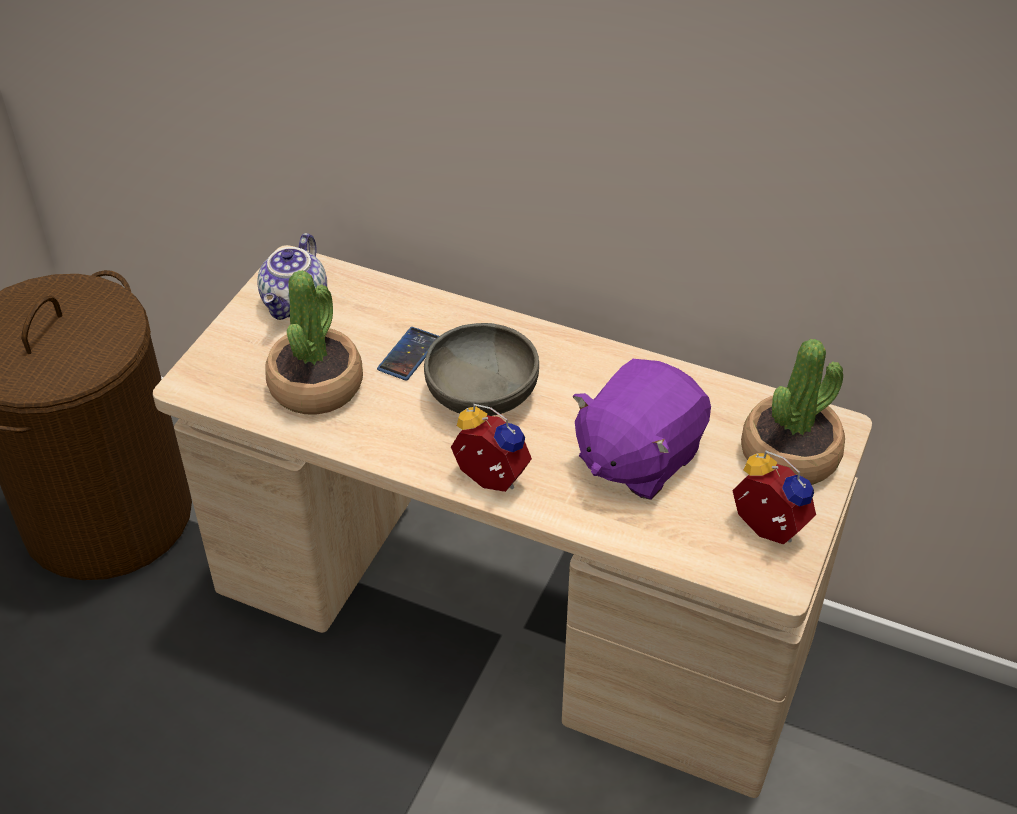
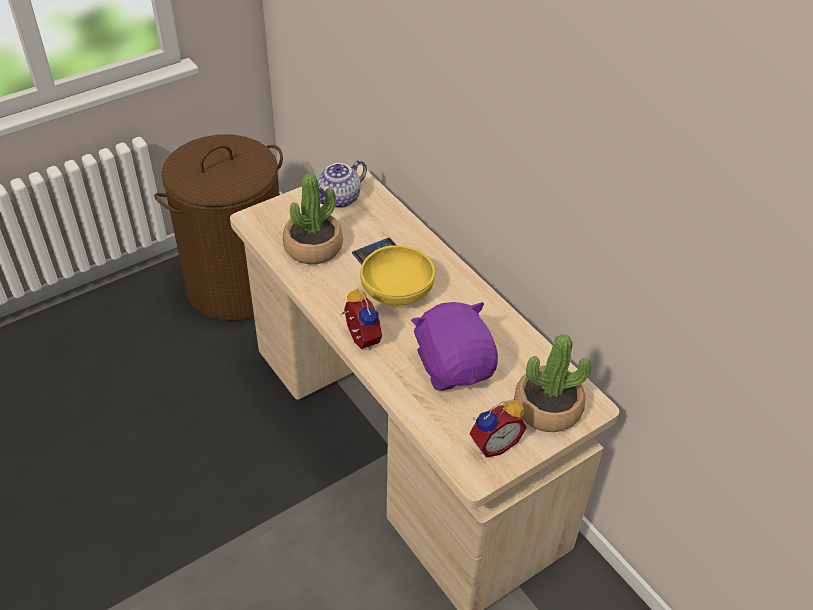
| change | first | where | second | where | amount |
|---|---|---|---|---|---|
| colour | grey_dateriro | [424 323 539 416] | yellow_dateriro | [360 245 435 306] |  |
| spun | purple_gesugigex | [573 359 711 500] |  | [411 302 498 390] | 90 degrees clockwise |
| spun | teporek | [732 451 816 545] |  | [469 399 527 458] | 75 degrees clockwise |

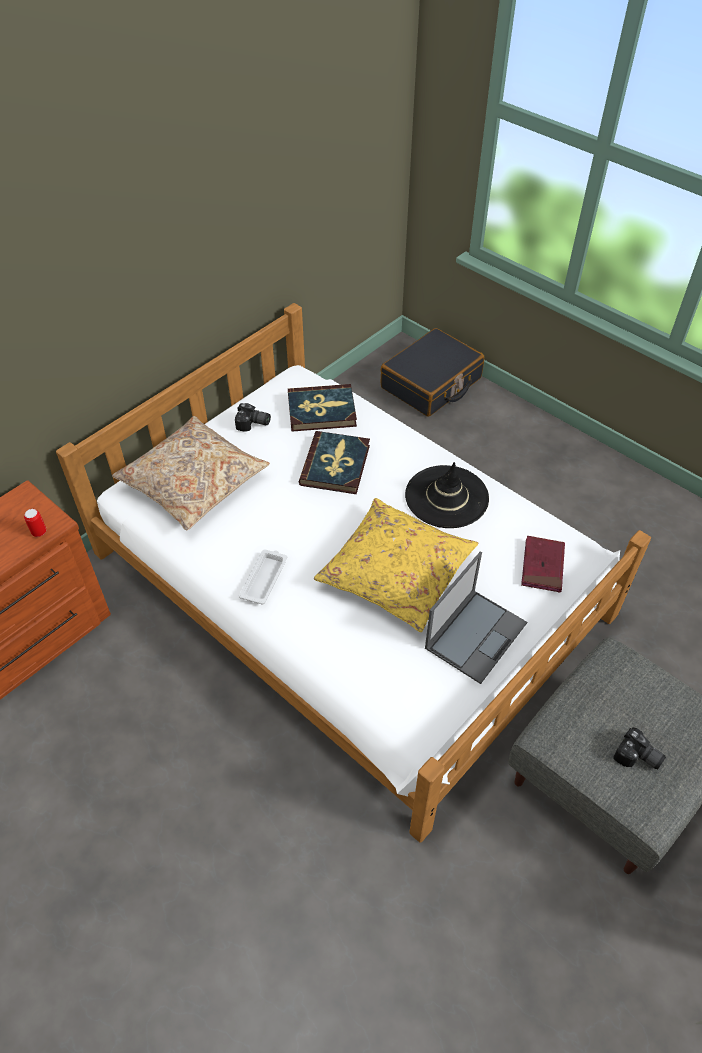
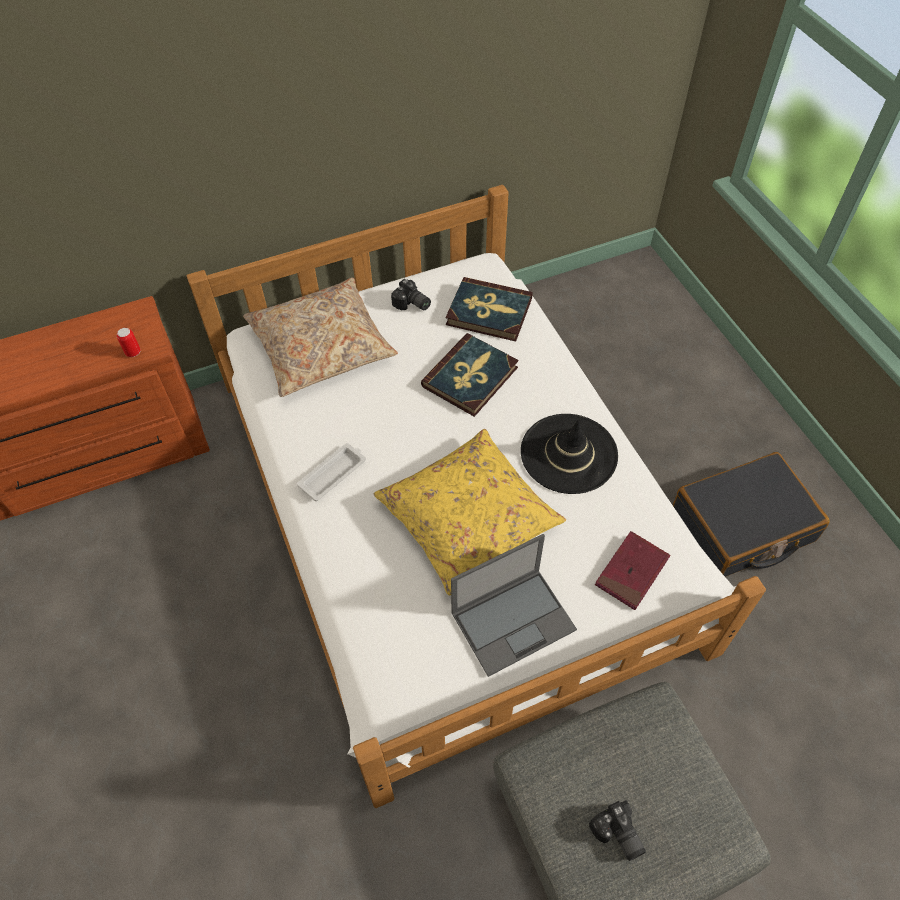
| change | first | where | second | where | amount |
|---|---|---|---|---|---|
| relocated | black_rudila | [380 328 484 417] |  | [673 452 830 577] |  |

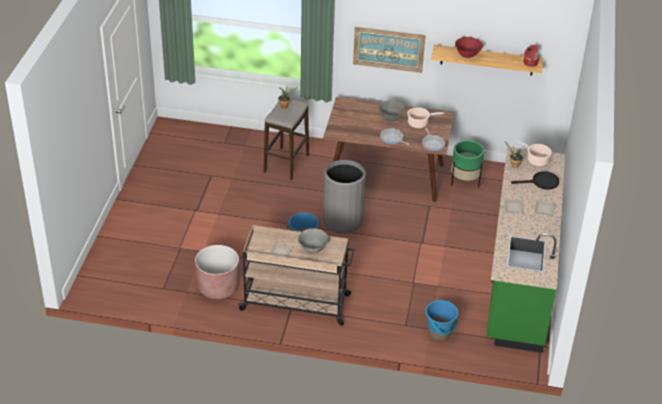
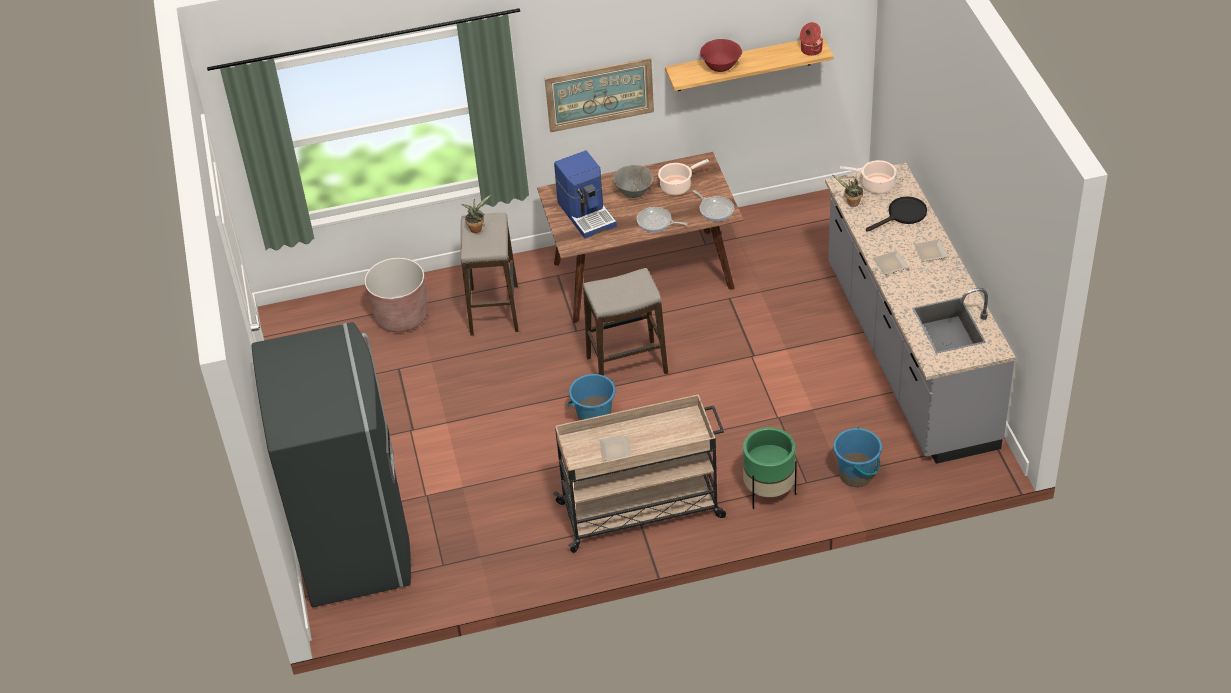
| change | first | where | second | where | amount |
|---|---|---|---|---|---|
| relocated | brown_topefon | [195 245 239 299] |  | [364 258 428 332] |  |
| missing | grey_dateriro | [298 228 329 253] |  |  |  |
| exchanged | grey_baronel | [323 160 366 234] | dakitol | [583 268 668 376] |  |
| relocated | green_topefon | [451 140 484 187] |  | [743 427 797 509] |  |
| colour | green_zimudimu | [486 147 565 353] | grey_zimudimu | [825 163 1016 464] |  |
| appeared |  |  | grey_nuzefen | [252 322 411 607] |  |
| appeared |  |  | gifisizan | [554 151 617 238] |  |

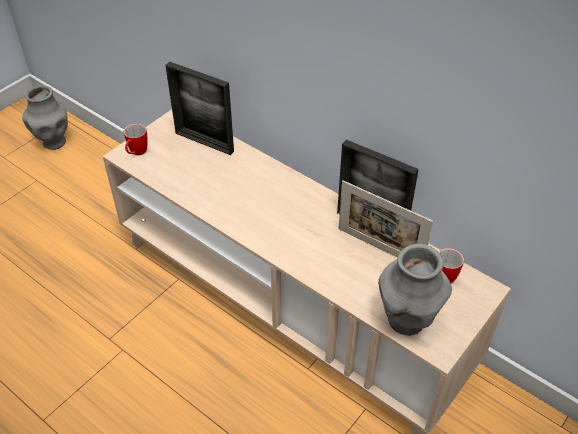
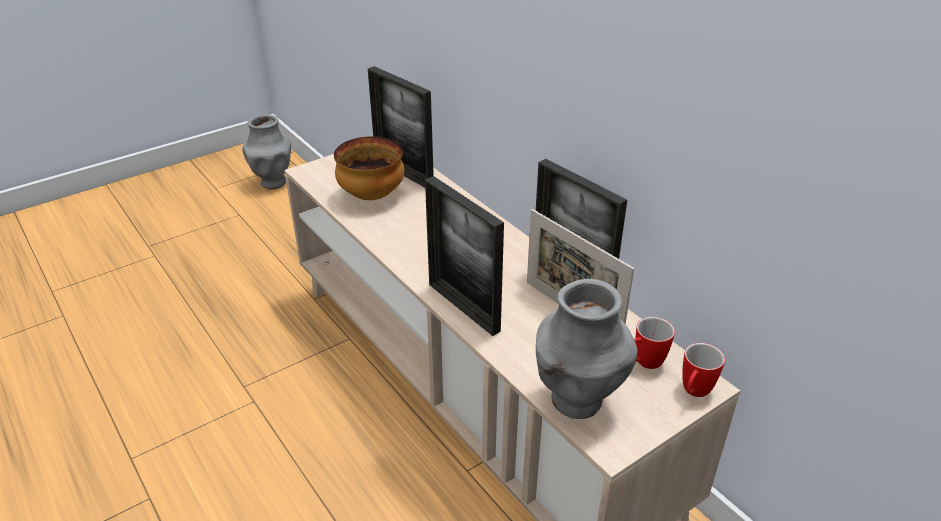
| change | first | where | second | where | amount |
|---|---|---|---|---|---|
| relocated | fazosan | [124 124 148 155] |  | [682 343 725 397] |  |
| appeared |  |  | dateriro | [334 136 404 200] |  |
| appeared |  |  | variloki | [425 176 504 336] |  |

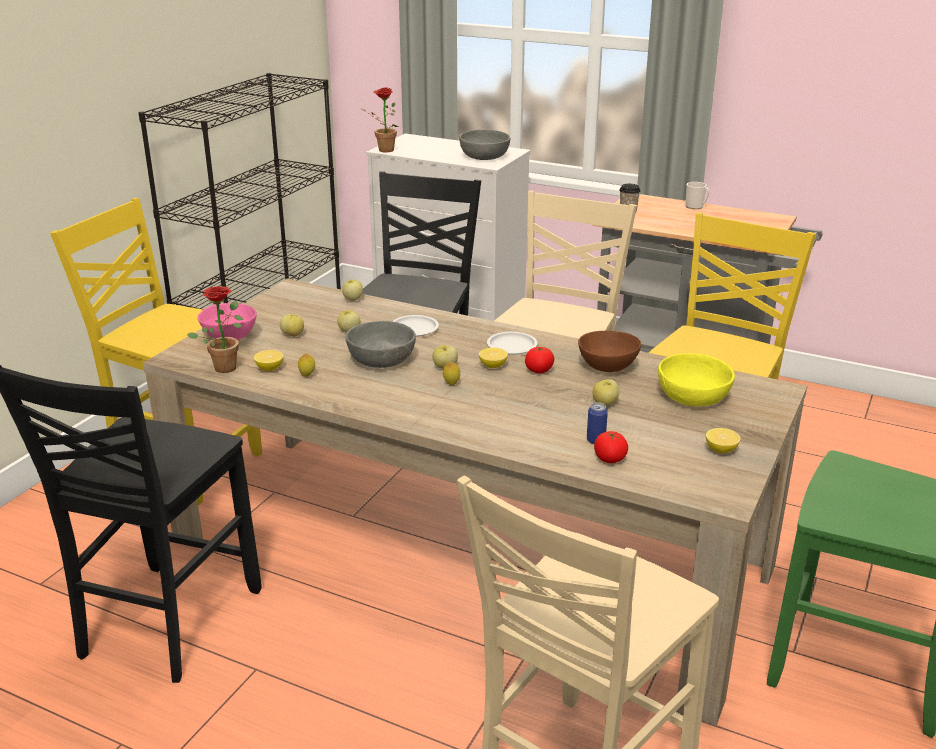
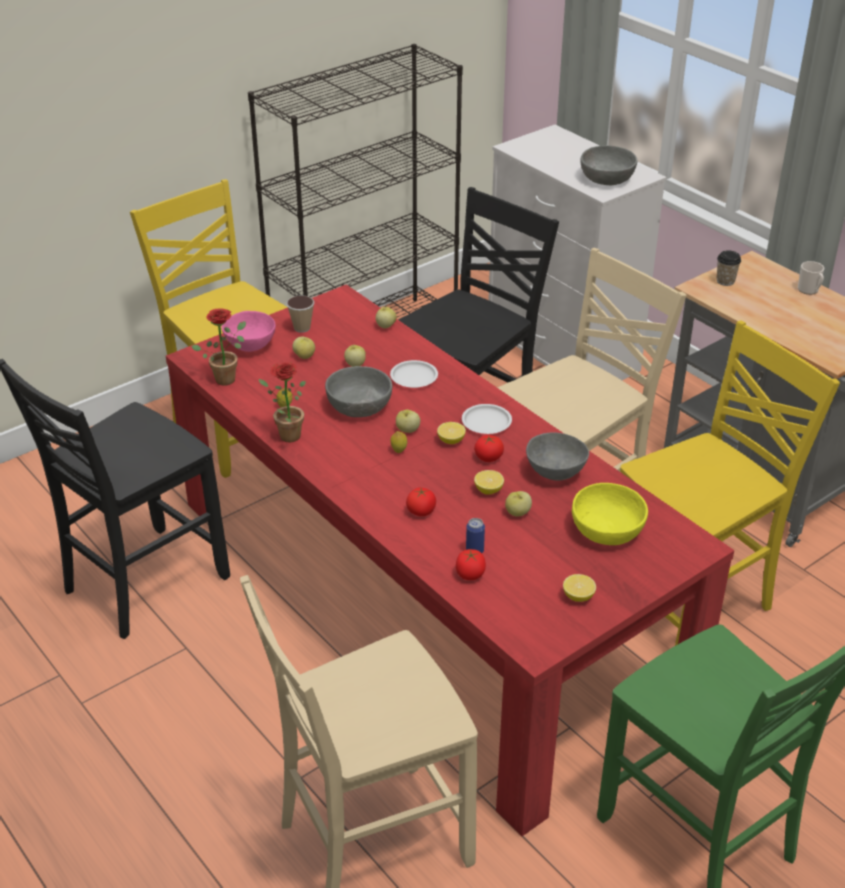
| change | first | where | second | where | amount |
|---|---|---|---|---|---|
| colour | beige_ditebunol | [143 278 807 726] | red_ditebunol | [166 284 734 836] |  |
| relocated | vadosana | [254 350 284 371] |  | [474 470 504 495] |  |
| relocated | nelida | [360 87 398 152] |  | [259 362 306 443] |  |
| colour | brown_dateriro | [578 331 641 372] | grey_dateriro | [526 433 589 481] |  |
| appeared |  |  | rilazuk | [287 295 314 333] |  |
| appeared |  |  | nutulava | [406 488 436 516] |  |

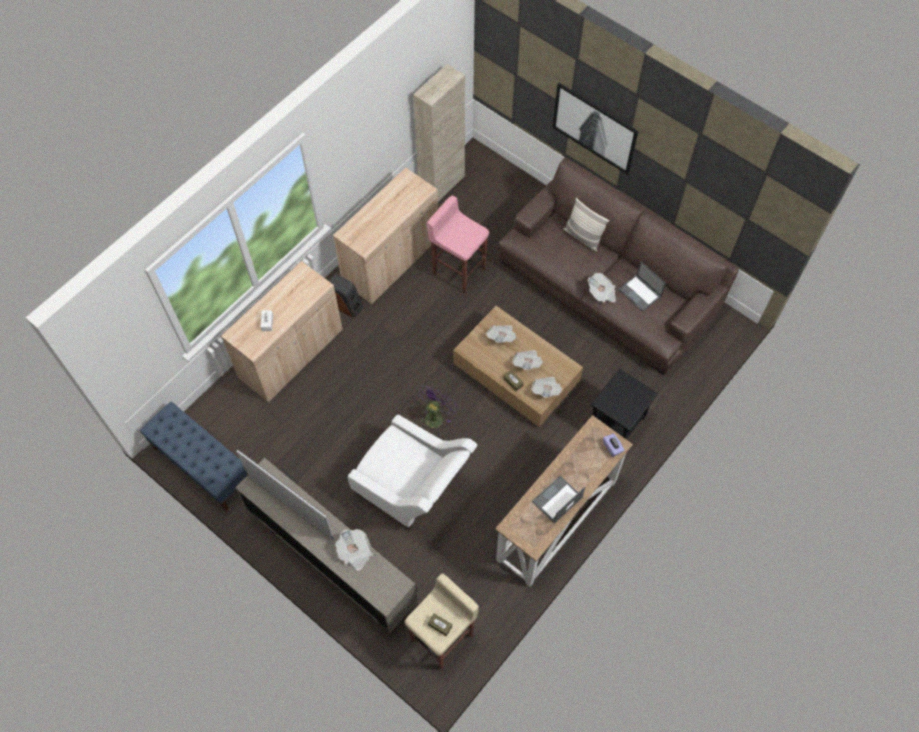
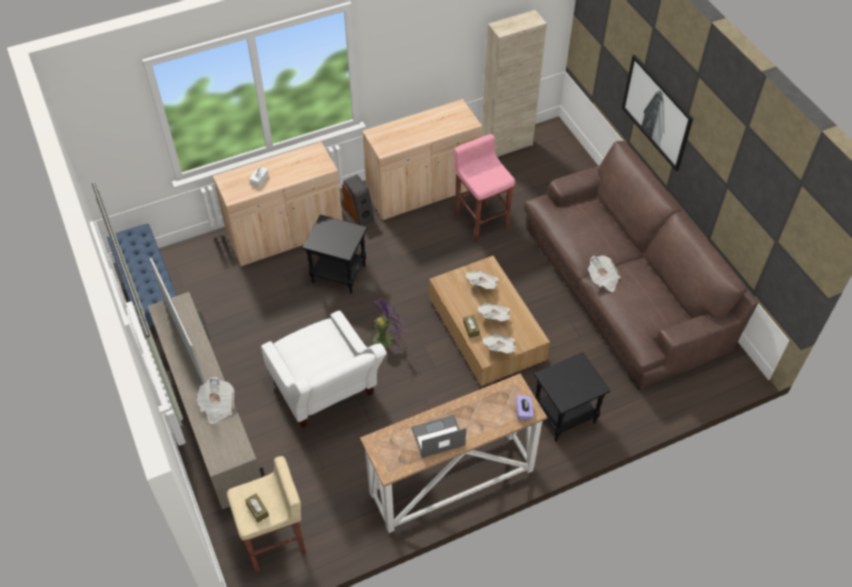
| change | first | where | second | where | amount |
|---|---|---|---|---|---|
| missing | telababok | [563 198 609 252] |  |  |  |
| missing | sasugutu | [618 261 666 312] |  |  |  |
| appeared |  |  | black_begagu | [302 215 368 294] |  |

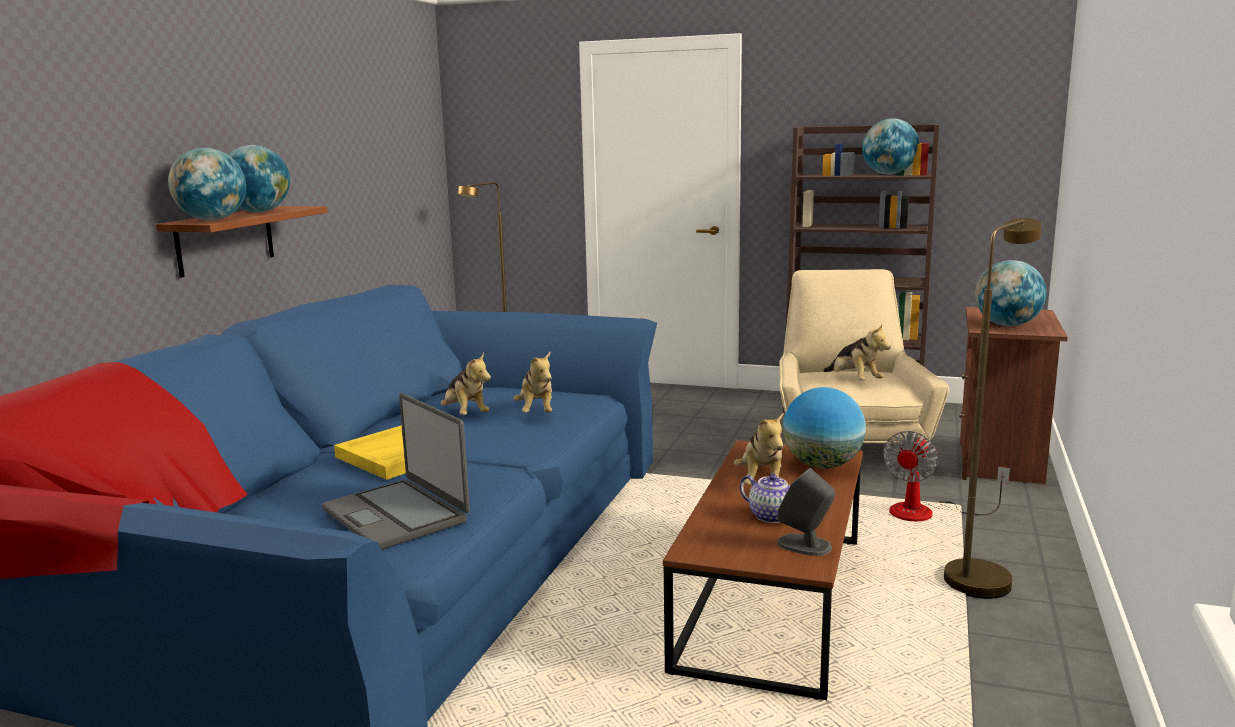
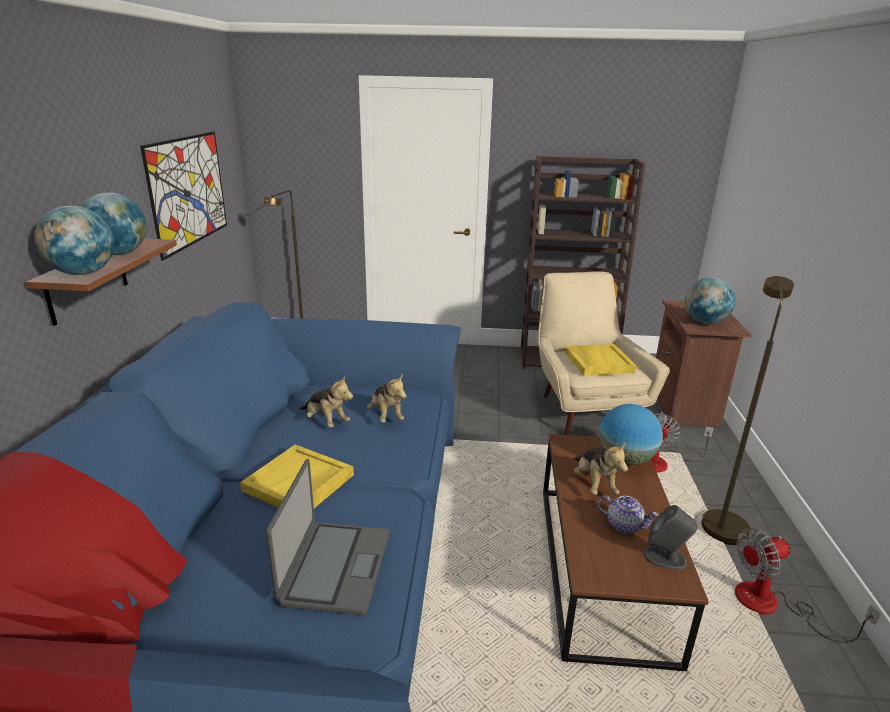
| change | first | where | second | where | amount |
|---|---|---|---|---|---|
| spun | sasugutu | [322 393 470 550] |  | [266 459 389 615] | 120 degrees counterclockwise |
| exchanged | gesugigex | [823 324 891 380] | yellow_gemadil | [565 344 637 376] |  |
| missing | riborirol | [862 118 919 175] |  |  |  |
| appeared |  |  | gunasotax | [140 132 227 261] |  |
| appeared |  |  | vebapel | [735 528 881 643] |  |

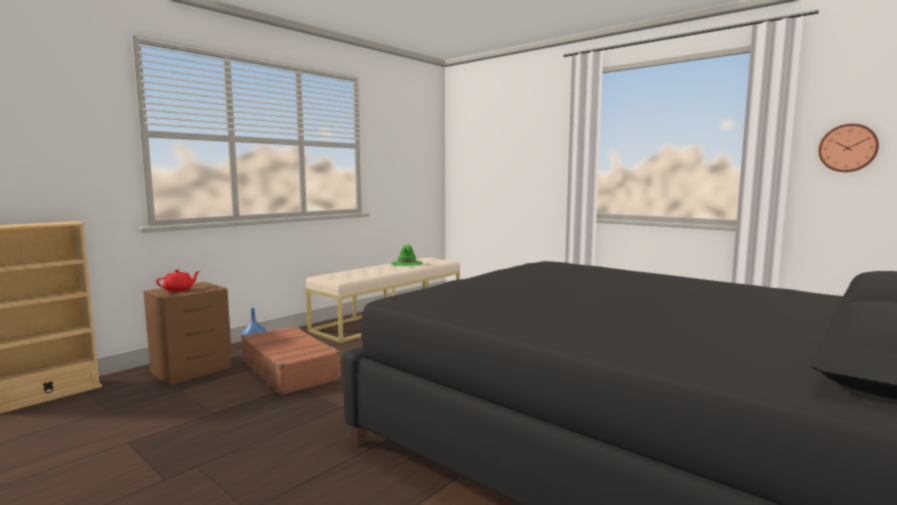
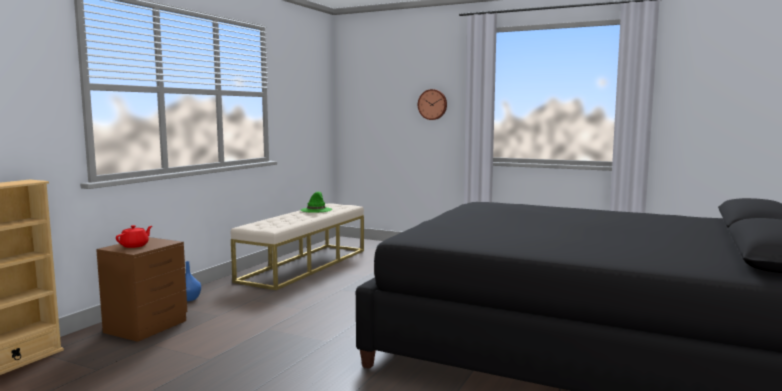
| change | first | where | second | where | amount |
|---|---|---|---|---|---|
| missing | brown_rudila | [241 326 341 395] |  |  |  |
| relocated | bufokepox | [818 124 879 172] |  | [418 89 447 120] |  |

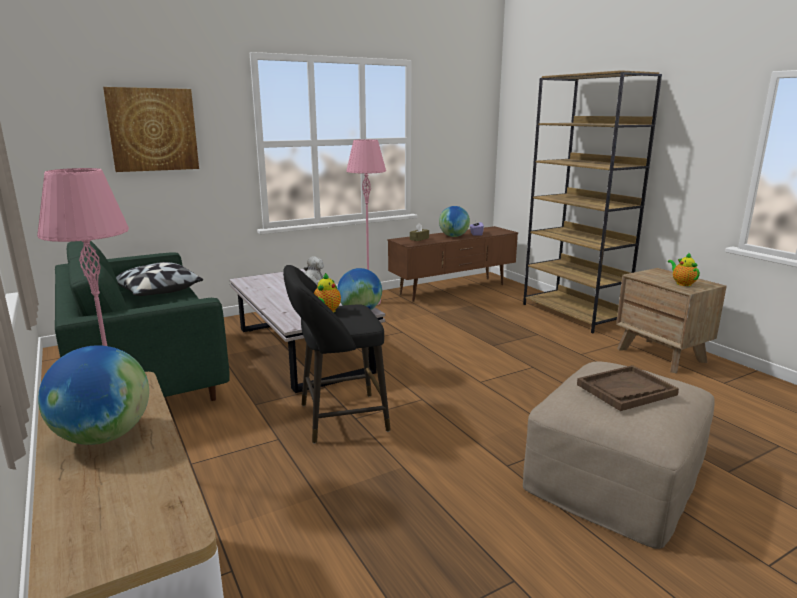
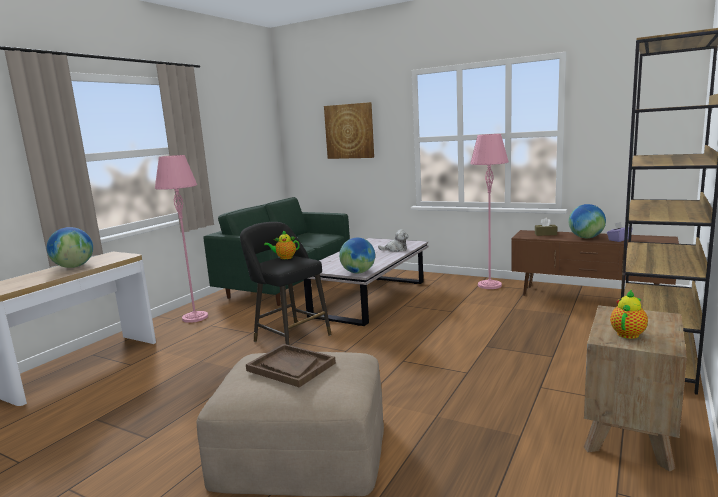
| change | first | where | second | where | amount |
|---|---|---|---|---|---|
| missing | telababok | [116 262 203 296] |  |  |  |

